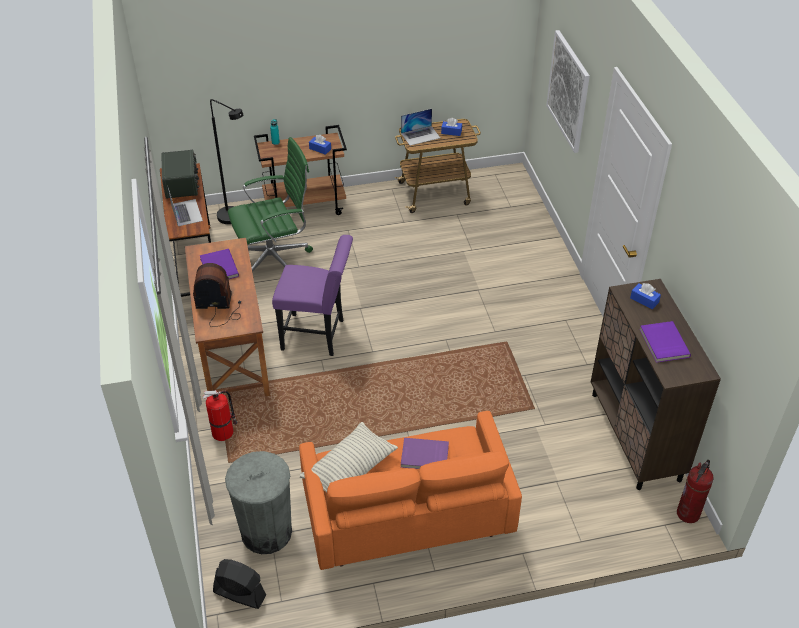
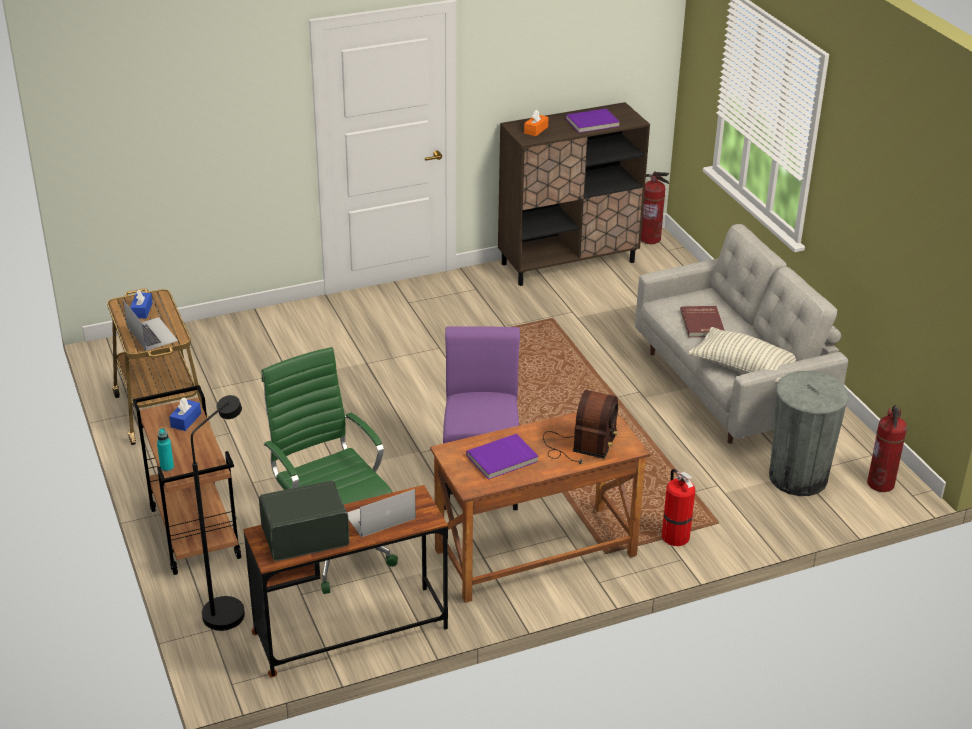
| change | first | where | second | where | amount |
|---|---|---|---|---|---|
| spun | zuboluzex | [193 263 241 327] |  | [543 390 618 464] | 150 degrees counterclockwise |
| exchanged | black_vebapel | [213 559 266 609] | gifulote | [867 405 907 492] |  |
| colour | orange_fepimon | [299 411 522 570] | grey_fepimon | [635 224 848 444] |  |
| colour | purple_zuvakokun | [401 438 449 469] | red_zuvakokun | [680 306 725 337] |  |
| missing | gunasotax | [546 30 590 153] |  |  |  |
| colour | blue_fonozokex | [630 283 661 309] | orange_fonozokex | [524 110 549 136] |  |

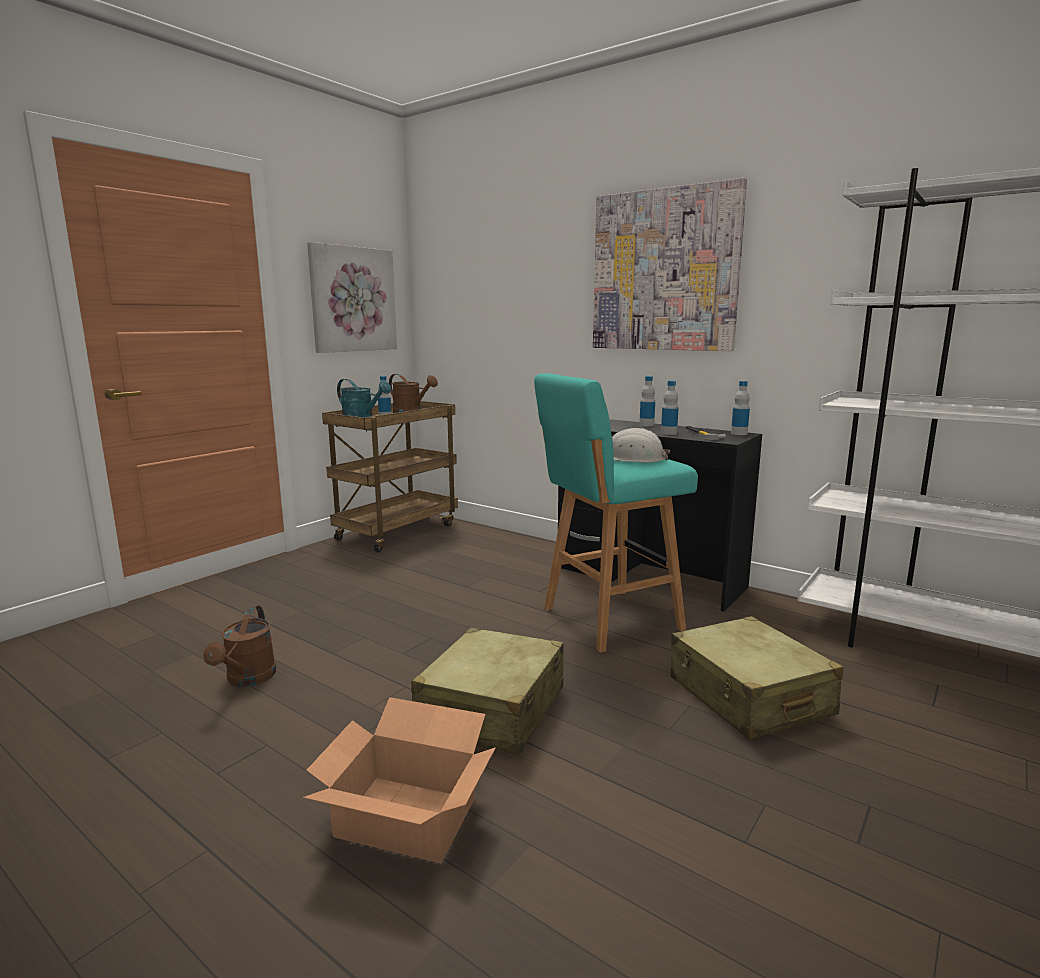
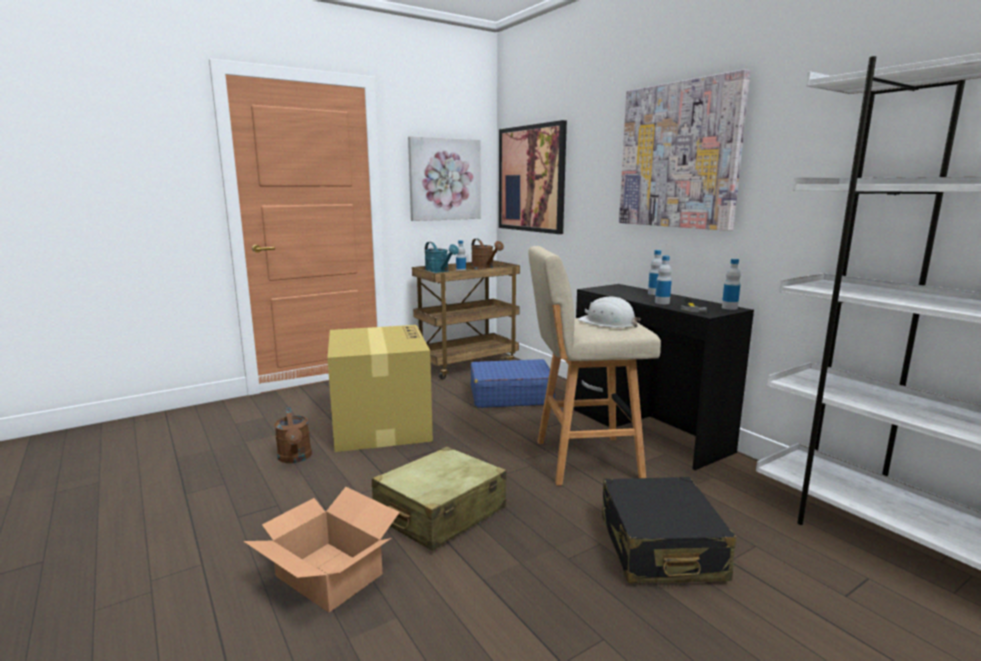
| change | first | where | second | where | amount |
|---|---|---|---|---|---|
| spun | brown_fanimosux | [203 606 276 687] |  | [274 407 312 463] | 45 degrees counterclockwise |
| colour | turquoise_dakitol | [534 373 698 653] | beige_dakitol | [528 246 661 486] |  |
| colour | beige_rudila | [670 616 843 740] | black_rudila | [602 477 736 583] |  |
| appeared |  |  | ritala | [327 325 433 452] |  |
| appeared |  |  | blue_rudila | [471 359 555 408] |  |
| appeared |  |  | gunasotax | [499 120 567 234] |  |

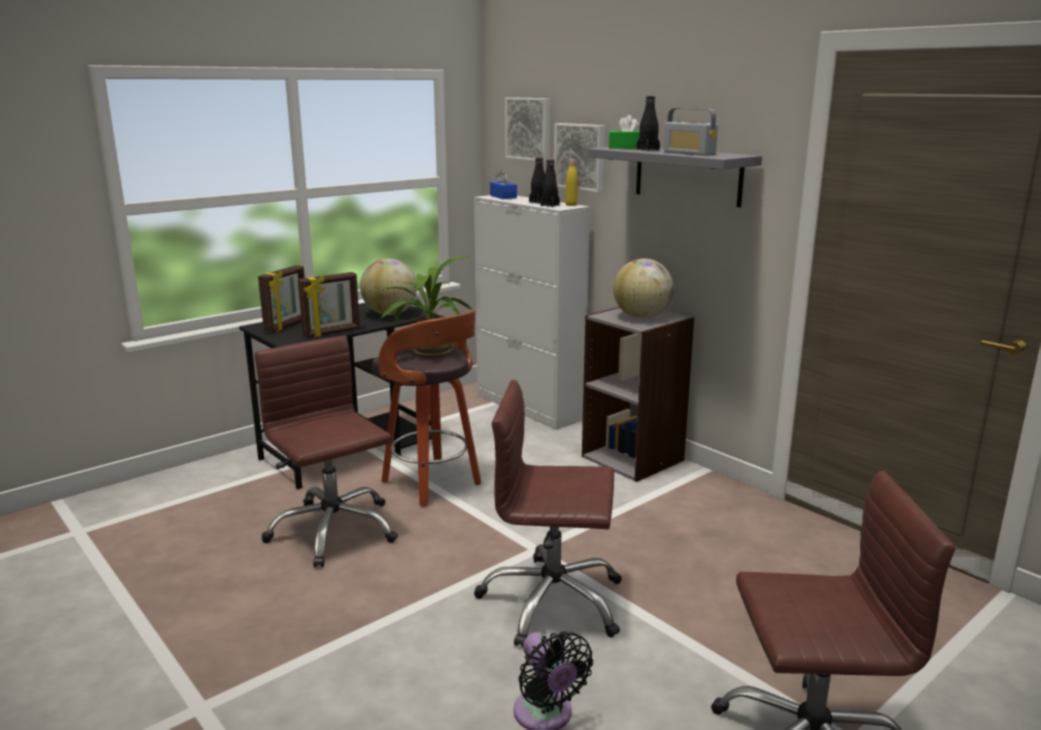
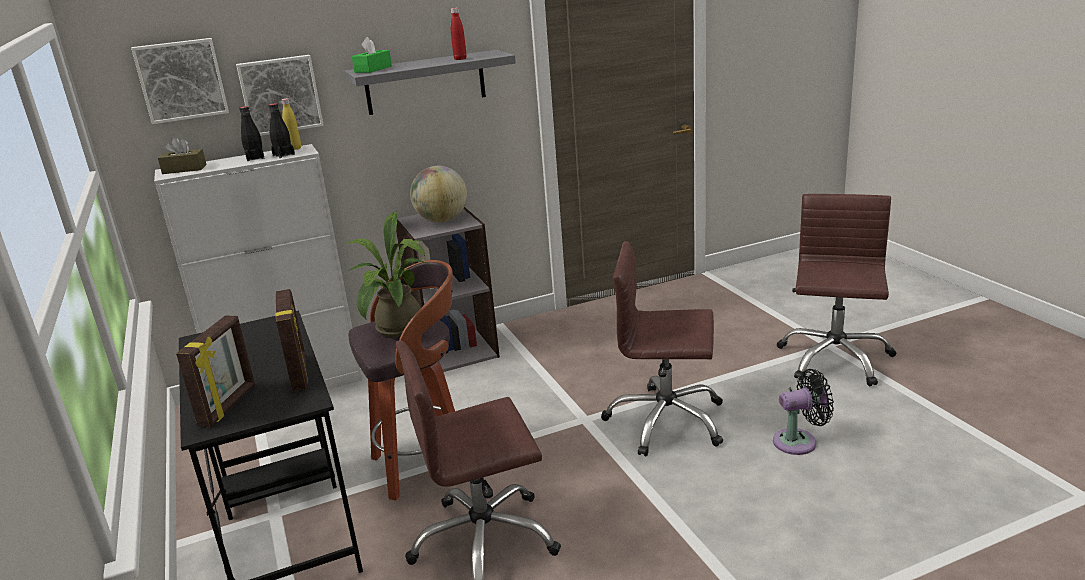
| change | first | where | second | where | amount |
|---|---|---|---|---|---|
| spun | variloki | [258 265 305 333] |  | [176 315 255 427] | 60 degrees clockwise |
| missing | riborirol | [360 259 417 315] |  |  |  |
| spun | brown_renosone | [474 380 622 647] |  | [601 241 723 456] | 75 degrees clockwise |
| colour | blue_fonozokex | [490 170 517 199] | brown_fonozokex | [158 137 207 174] |  |
| missing | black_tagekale | [637 96 660 151] |  |  |  |
| exchanged | zuboluzex | [664 108 718 156] | red_tagekale | [451 8 466 60] |  |

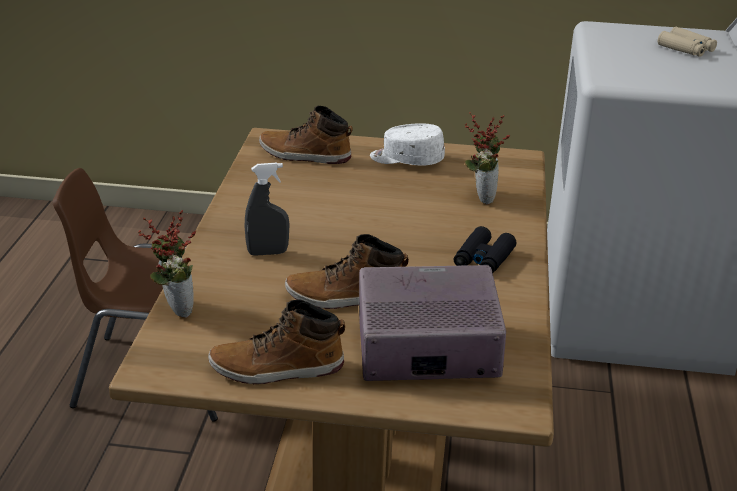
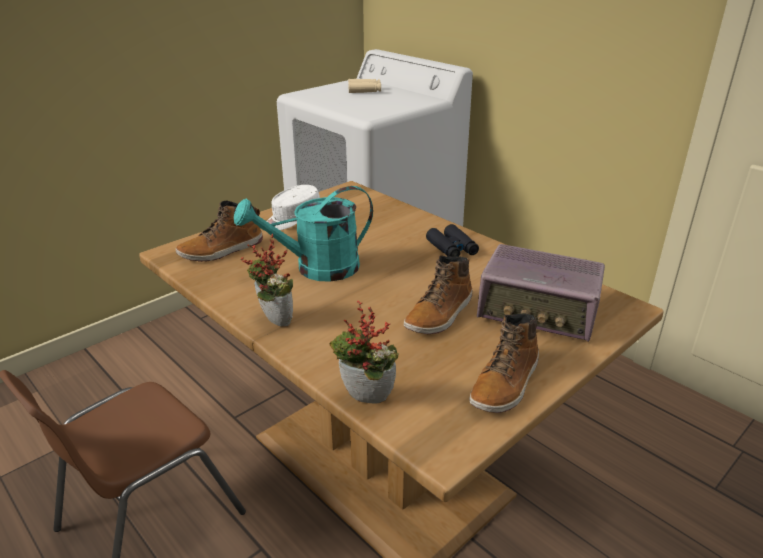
| change | first | where | second | where | amount |
|---|---|---|---|---|---|
| missing | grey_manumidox | [245 162 290 256] |  |  |  |
| spun | zuboluzex | [359 265 506 381] |  | [477 244 605 342] | 105 degrees counterclockwise |
| relocated | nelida | [464 112 510 204] |  | [241 234 293 326] |  |
| appeared |  |  | turquoise_fanimosux | [234 186 373 282] |  |

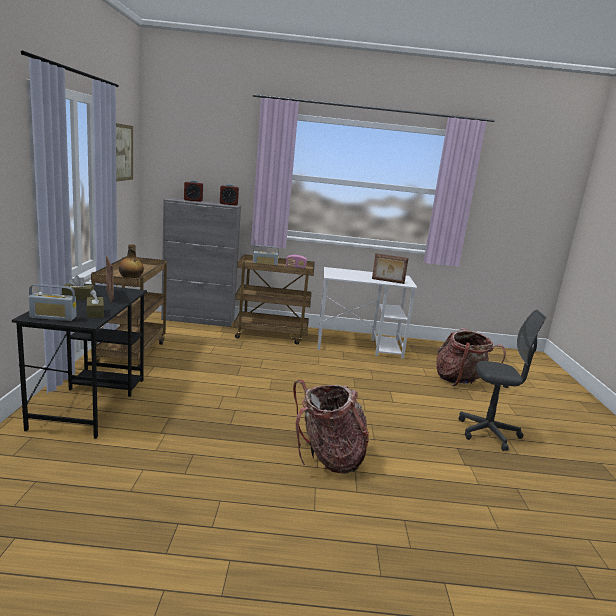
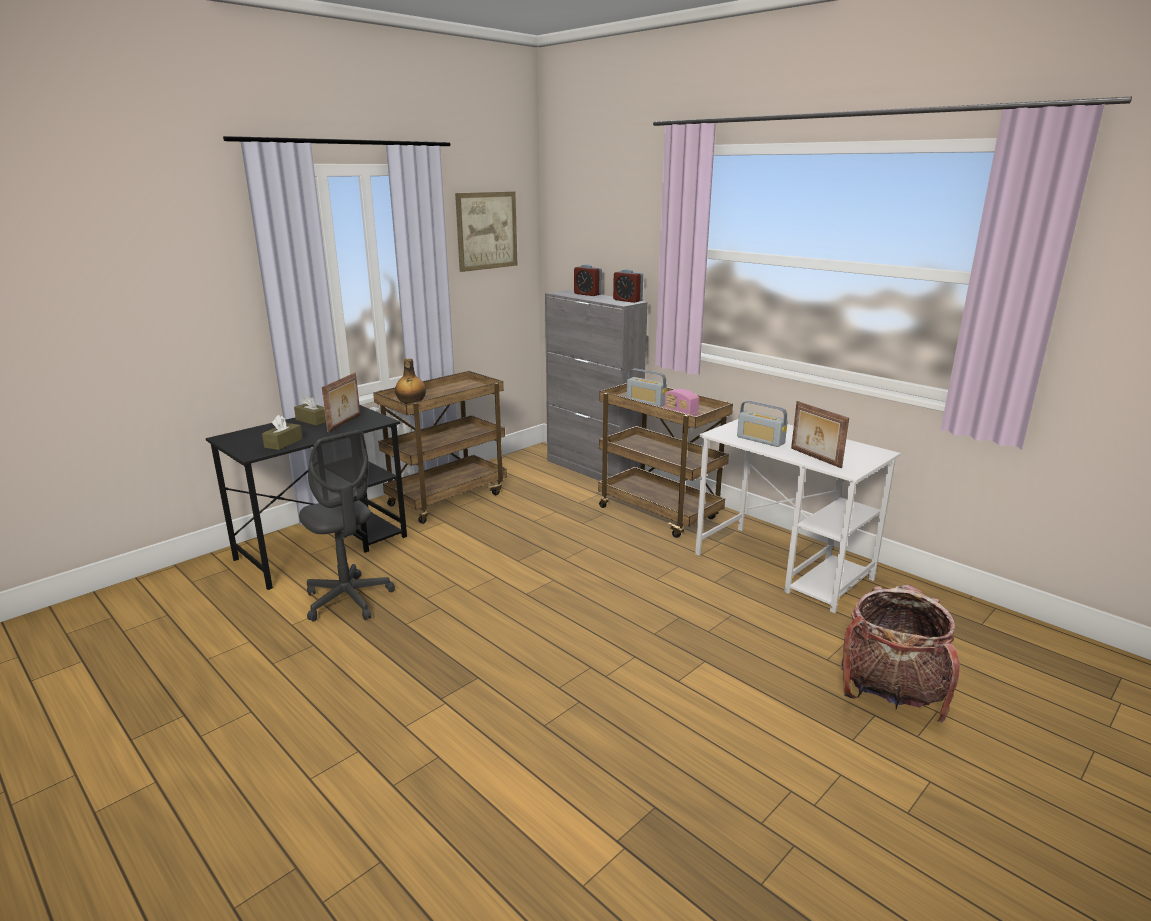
| change | first | where | second | where | amount |
|---|---|---|---|---|---|
| relocated | zuboluzex | [28 284 76 321] |  | [737 401 788 447] |  |
| missing | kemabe | [293 380 369 474] |  |  |  |
| relocated | grey_renosone | [459 310 546 451] |  | [299 430 395 622] |  |

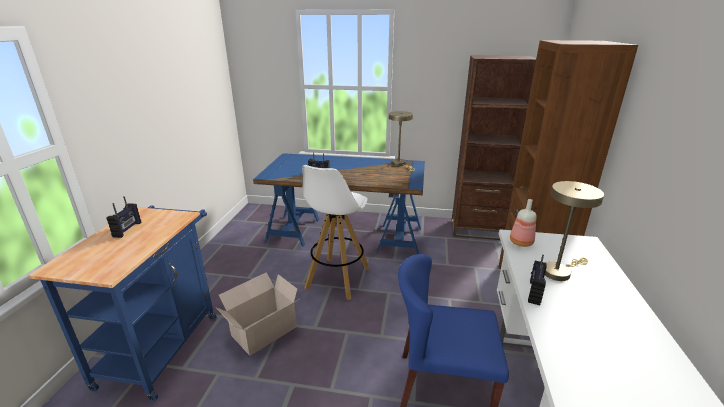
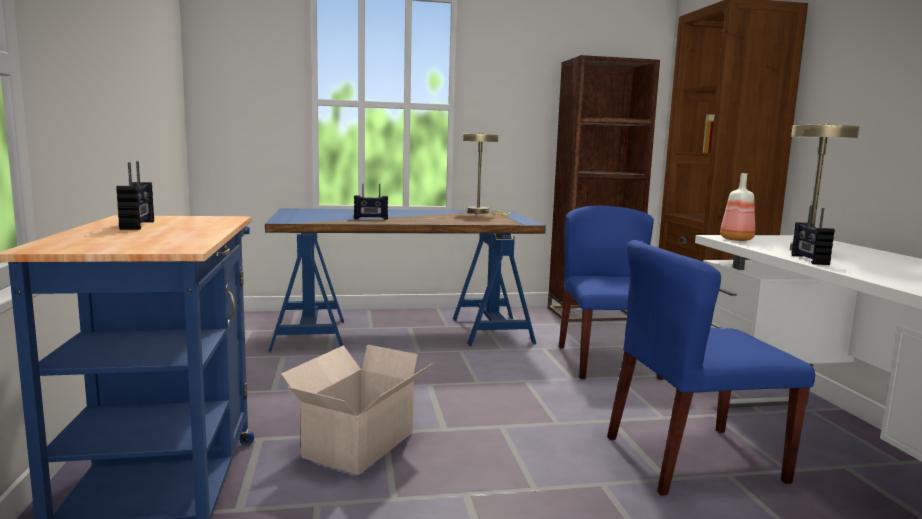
| change | first | where | second | where | amount |
|---|---|---|---|---|---|
| missing | white_dakitol | [302 165 370 300] |  |  |  |
| appeared |  |  | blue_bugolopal | [559 206 664 380] |  |

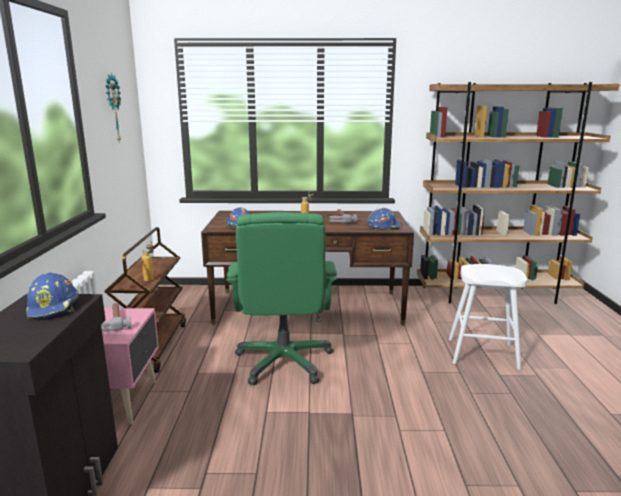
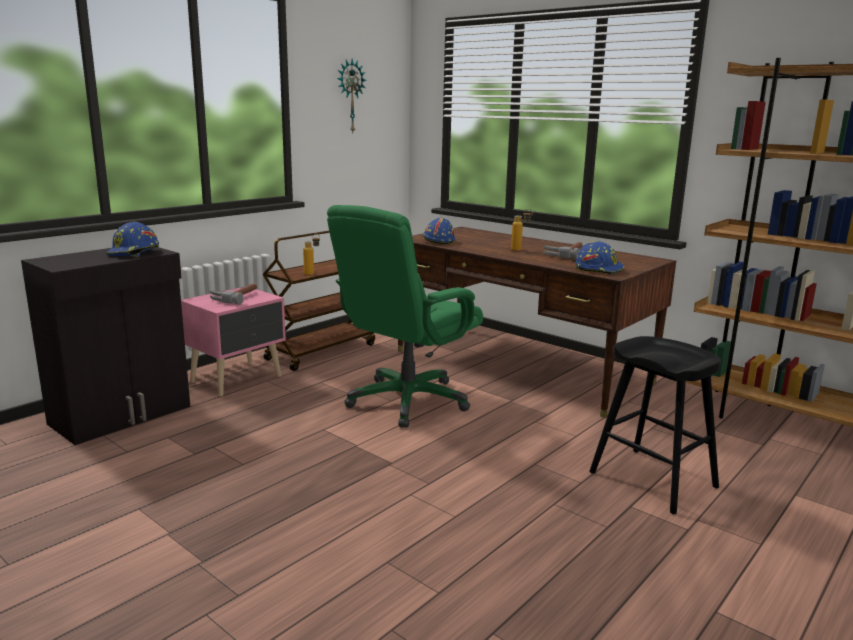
| change | first | where | second | where | amount |
|---|---|---|---|---|---|
| colour | white_dakitol | [449 264 528 370] | black_dakitol | [589 336 721 514] |  |

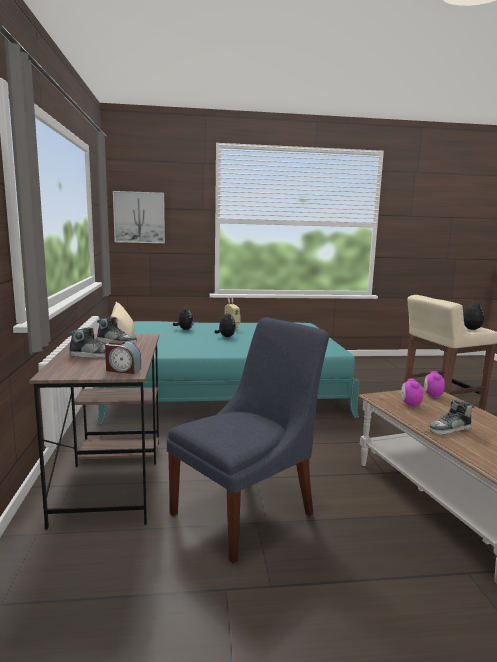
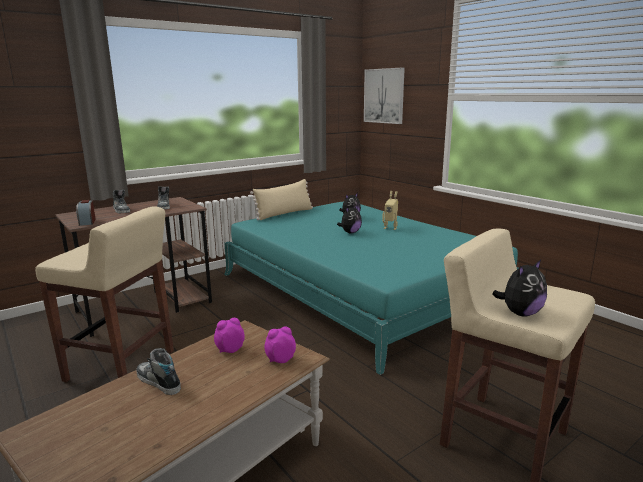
| change | first | where | second | where | amount |
|---|---|---|---|---|---|
| exchanged | blue_bugolopal | [167 318 329 564] | beige_dakitol | [35 206 174 382] |  |

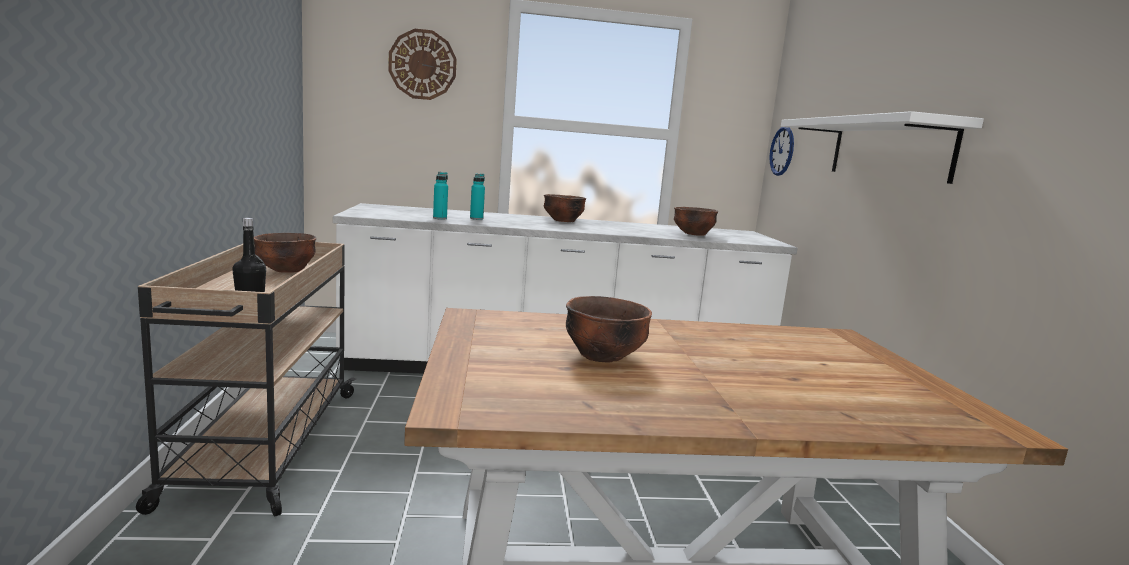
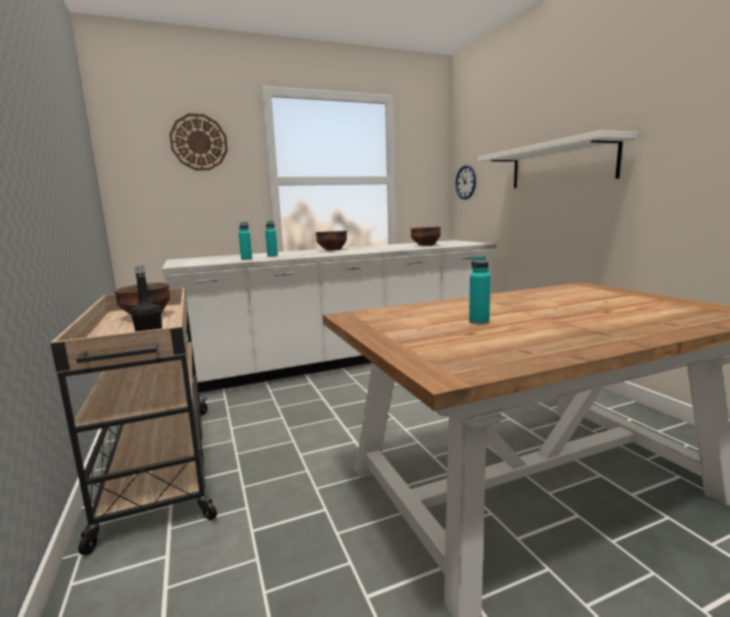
| change | first | where | second | where | amount |
|---|---|---|---|---|---|
| exchanged | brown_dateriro | [566 296 652 362] | turquoise_tagekale | [469 256 491 324] |  |

